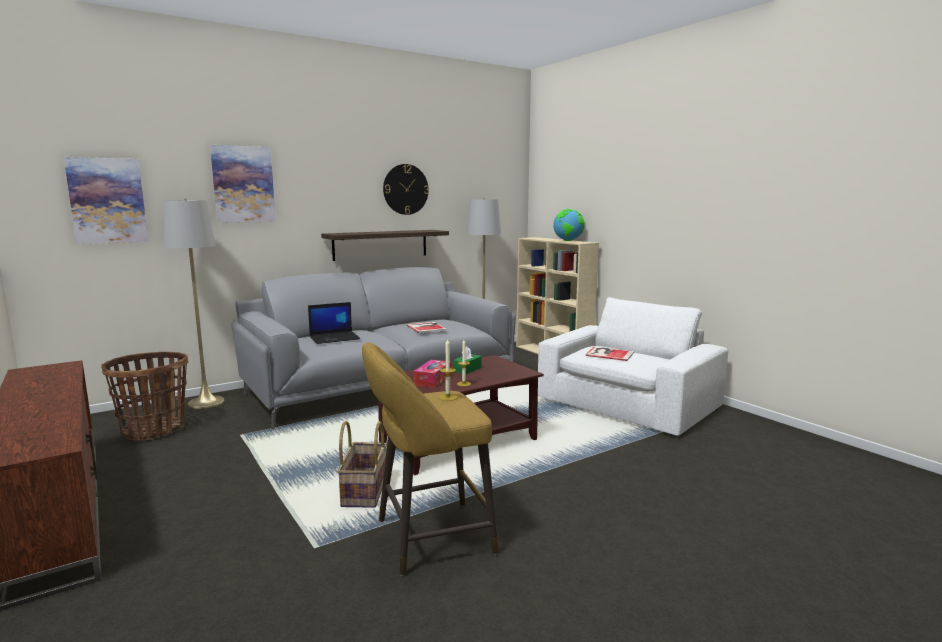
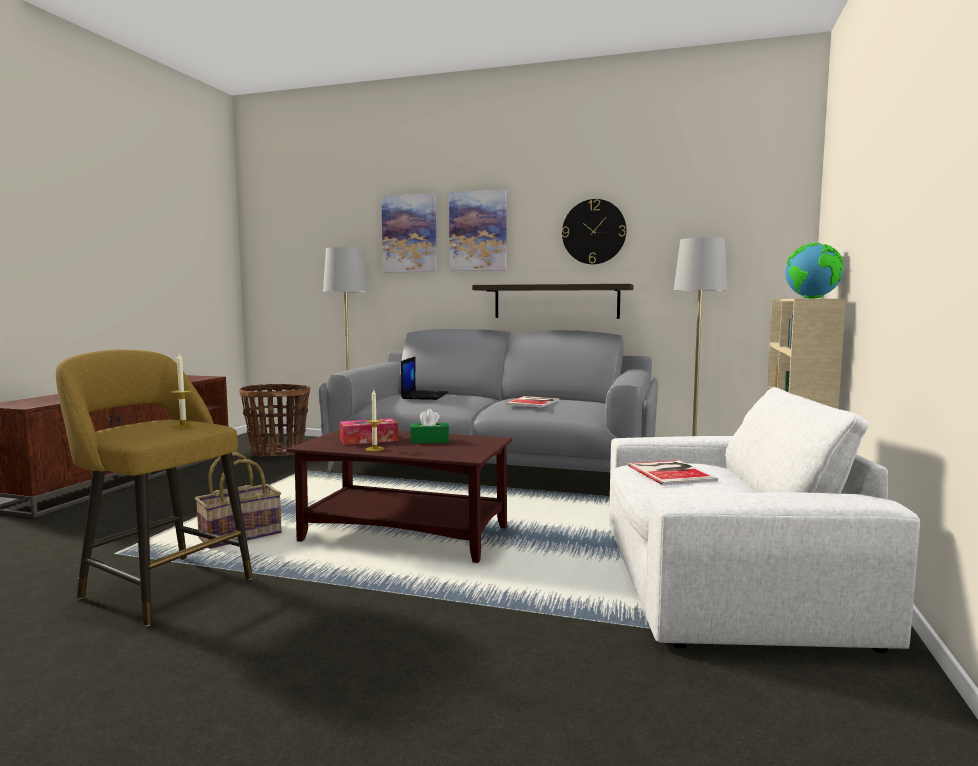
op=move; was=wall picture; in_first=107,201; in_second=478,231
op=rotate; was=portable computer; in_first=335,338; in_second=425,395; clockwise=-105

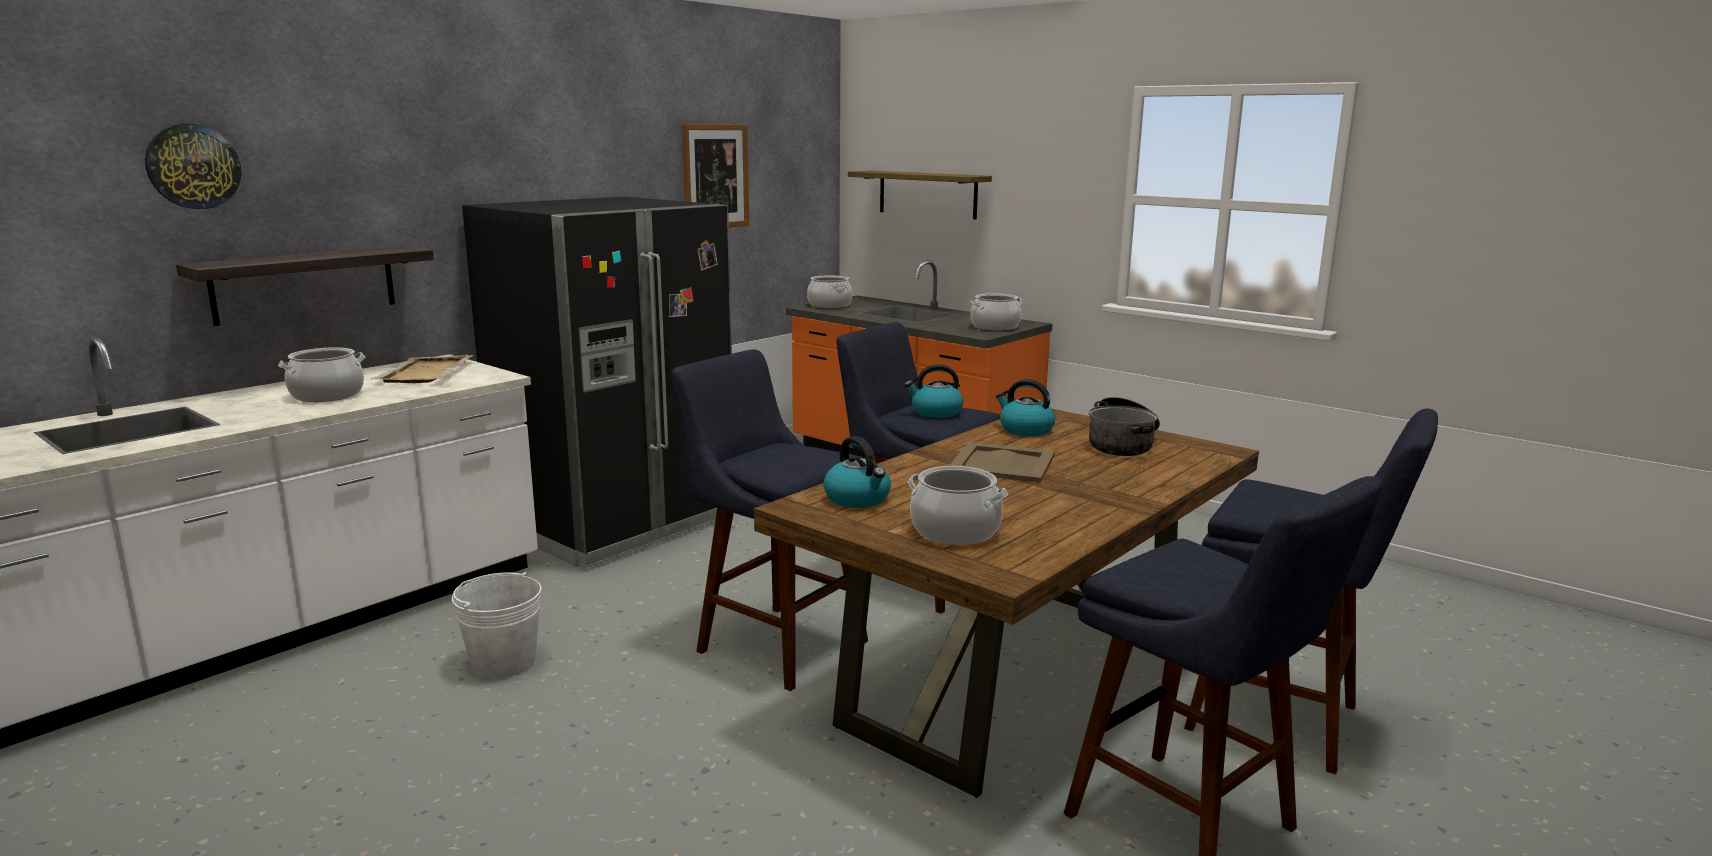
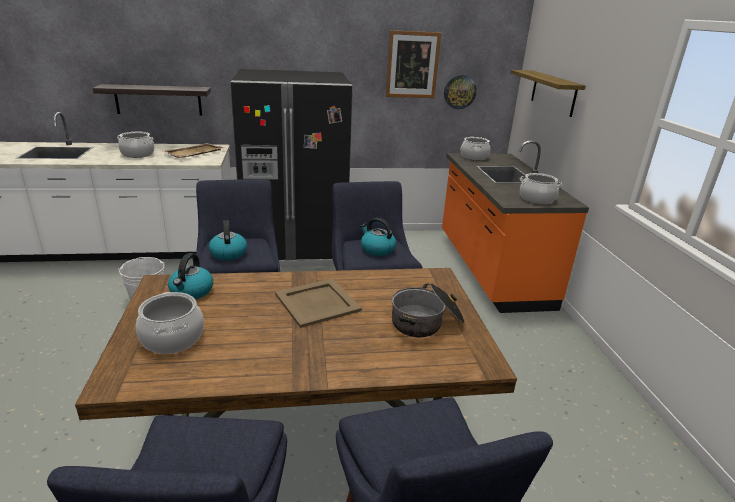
op=move; was=clock on the wall; in_first=193,166; in_second=459,92
op=move; was=tea kettle; in_first=1025,430; in_second=228,253

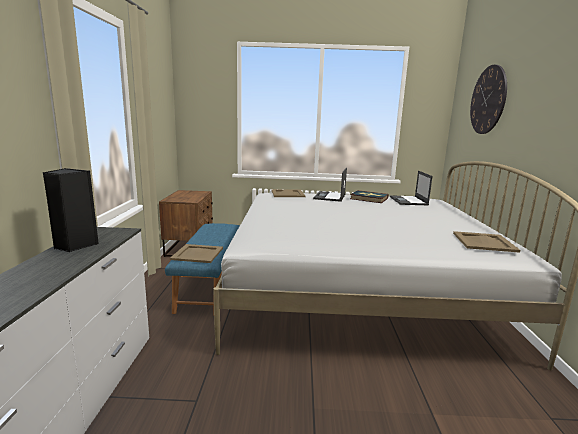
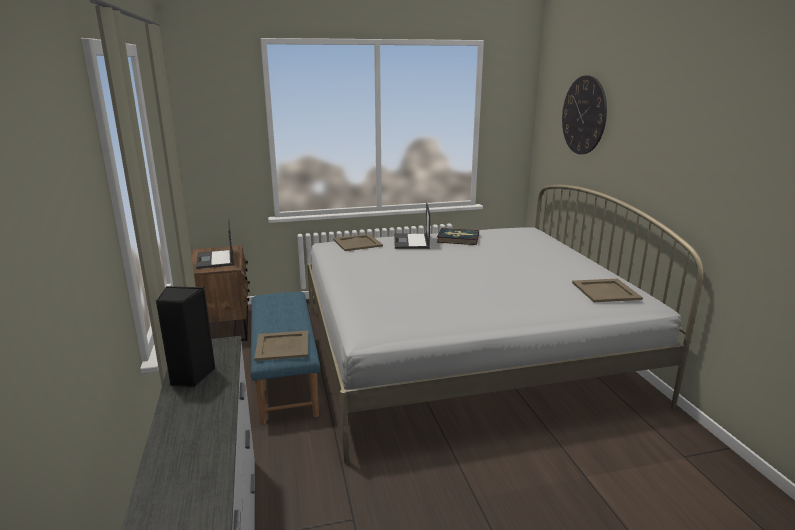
op=move; was=portable computer; in_first=408,201; in_second=215,260

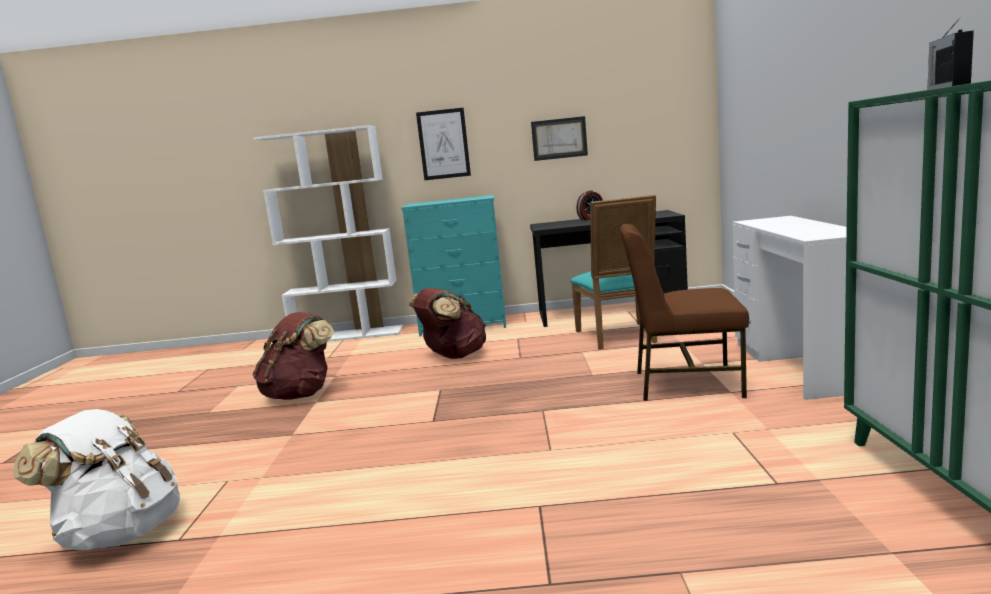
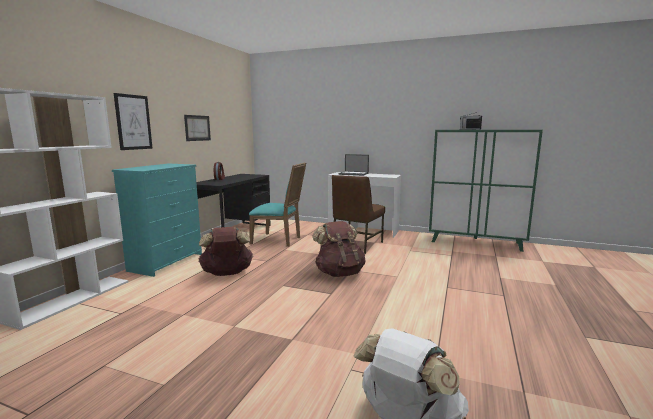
op=insert; now=portable computer; in_second=354,174
op=move; was=brownish rucksack; in_first=300,394; in_second=339,273

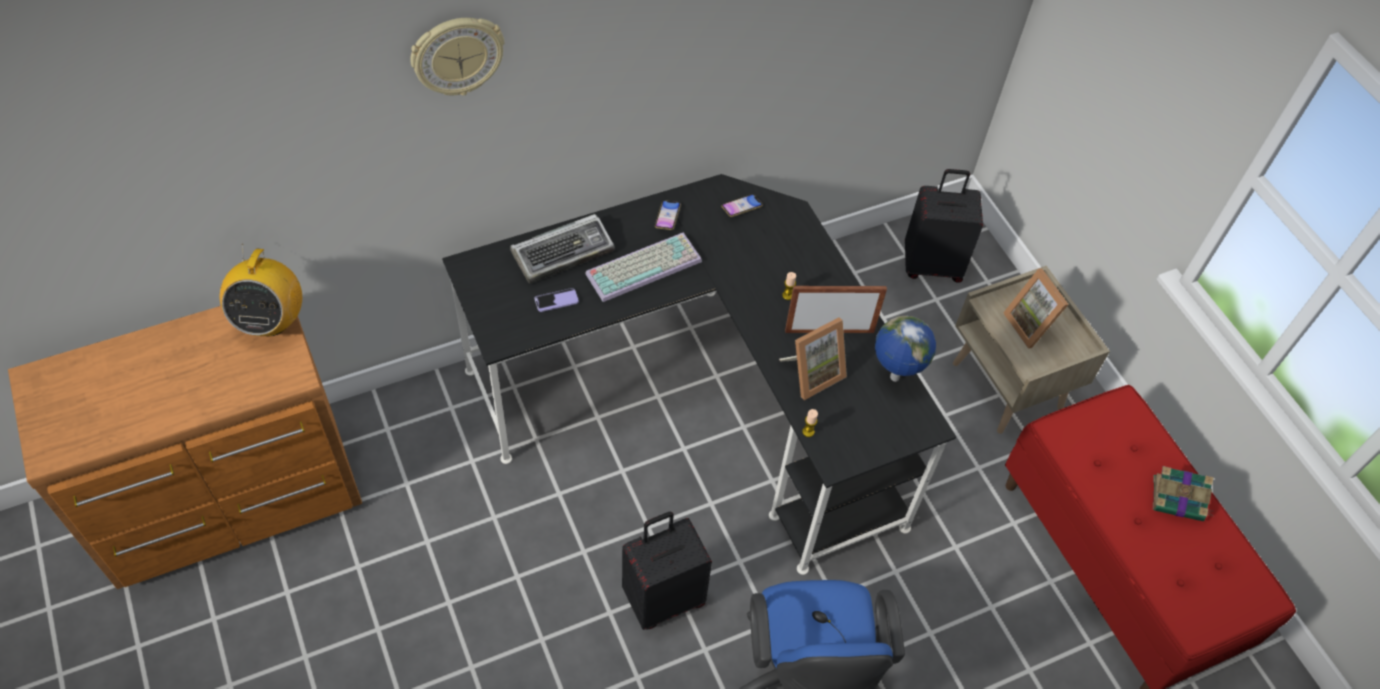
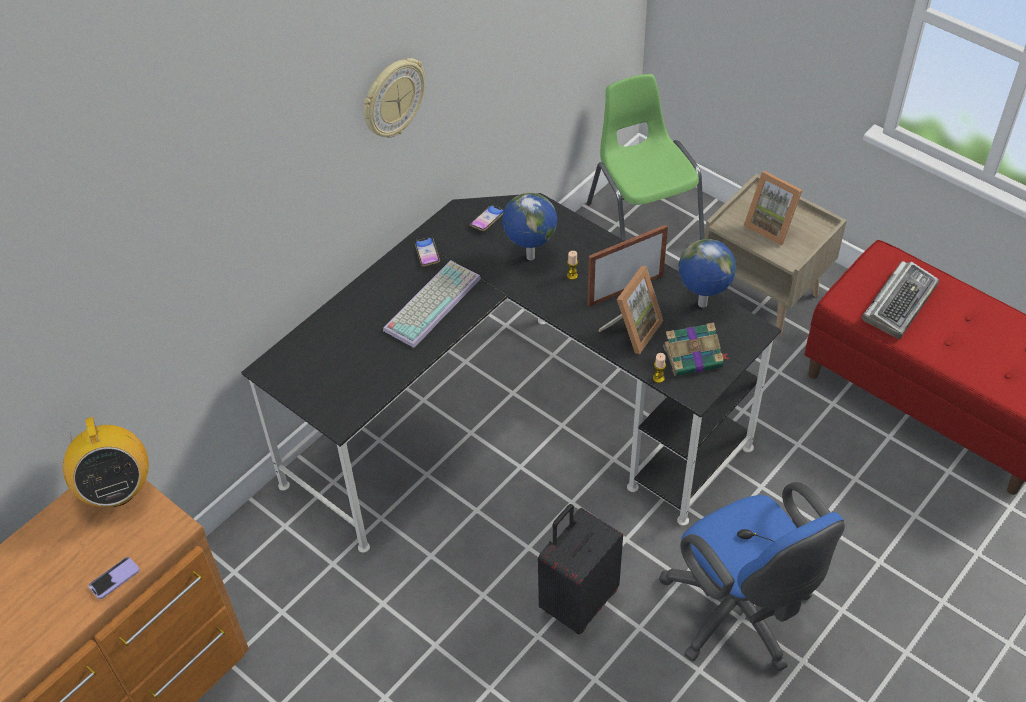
op=insert; now=world globe; in_second=529,257
op=move; was=clock on the wall; in_first=457,55; in_second=392,98
op=move; was=PC keyboard; in_first=564,252; in_second=899,303
op=move; was=telephone; in_first=556,301; in_second=114,579
op=move; was=volume; in_first=1179,499; in_second=694,356
op=replace; was=black-coloured suitcase; now=greenish upright chair; in_first=932,264; in_second=643,223

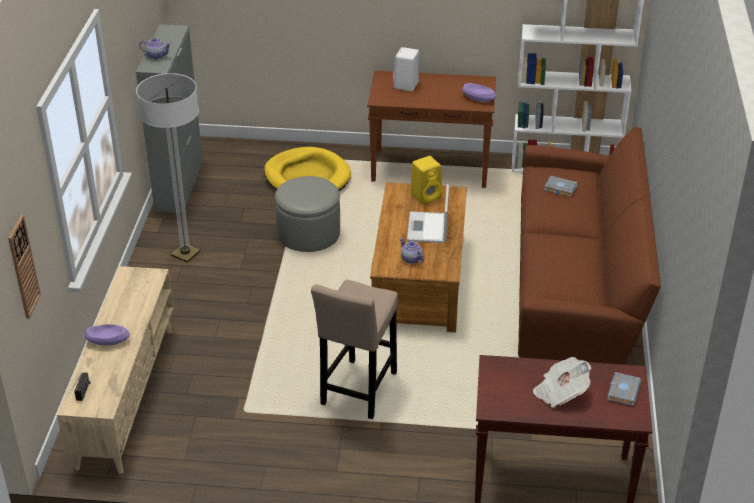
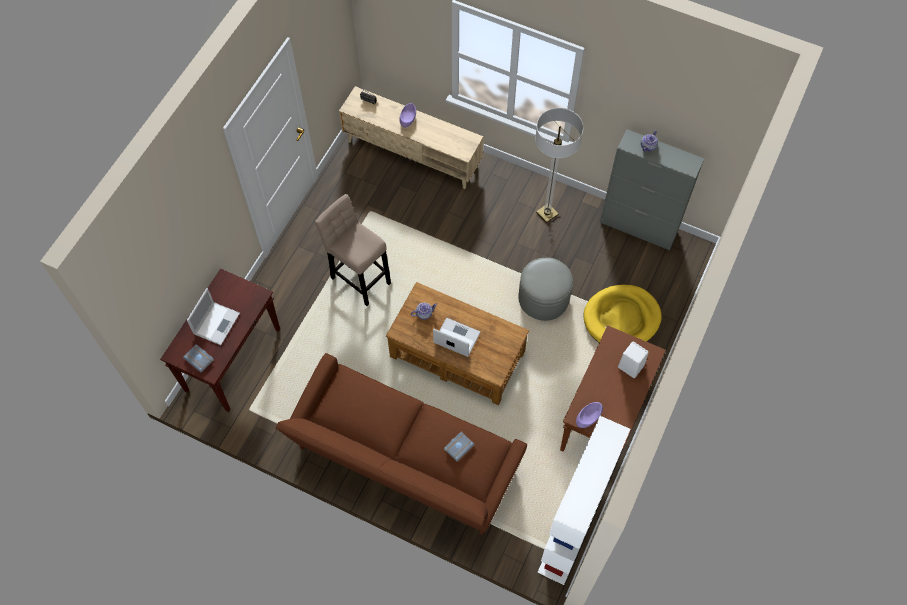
op=delete; was=clock on the wall; in_first=23,267
op=delete; was=yellowish speaker; in_first=426,196
op=replace; was=daily paper; now=portable computer; in_first=560,392; in_second=217,322

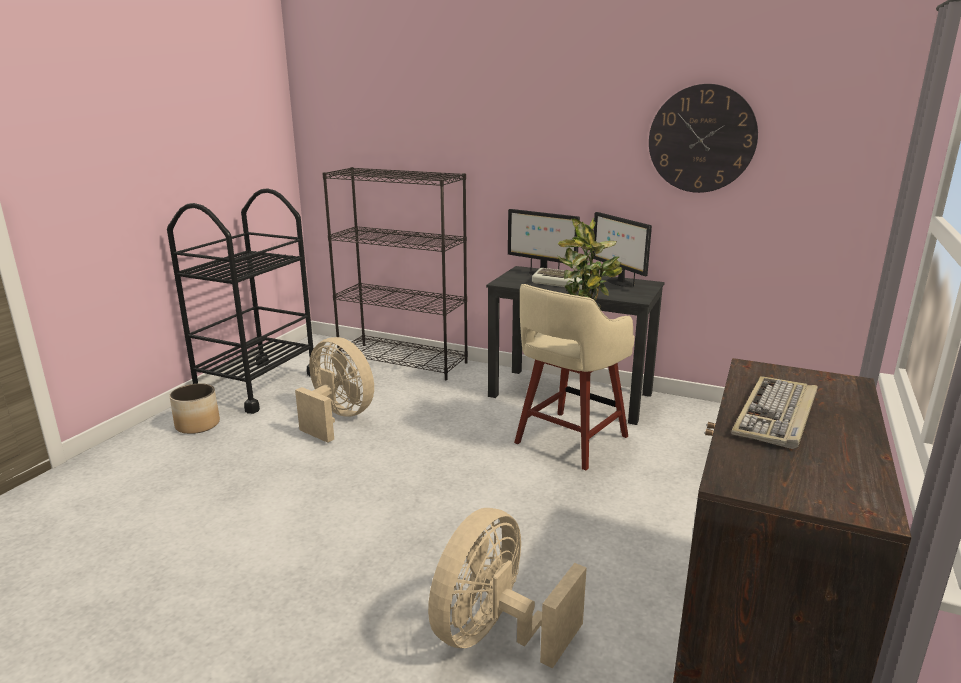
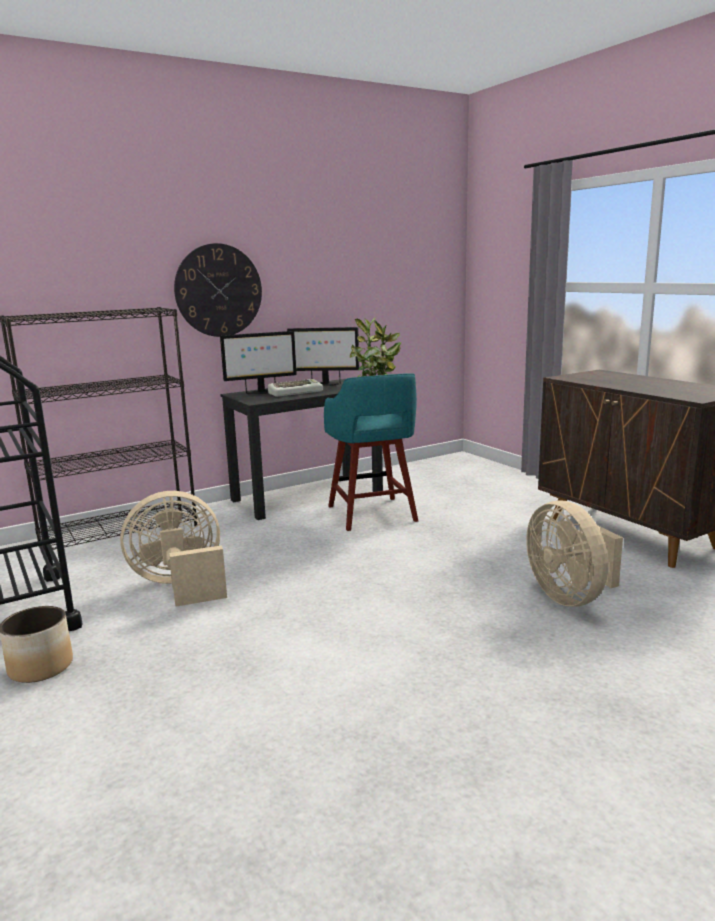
op=delete; was=PC keyboard; in_first=777,415
op=move; was=clock on the wall; in_first=701,139; in_second=218,290
op=recolor; was=beige stool; now=blue-green stool; in_first=569,441; in_second=372,515

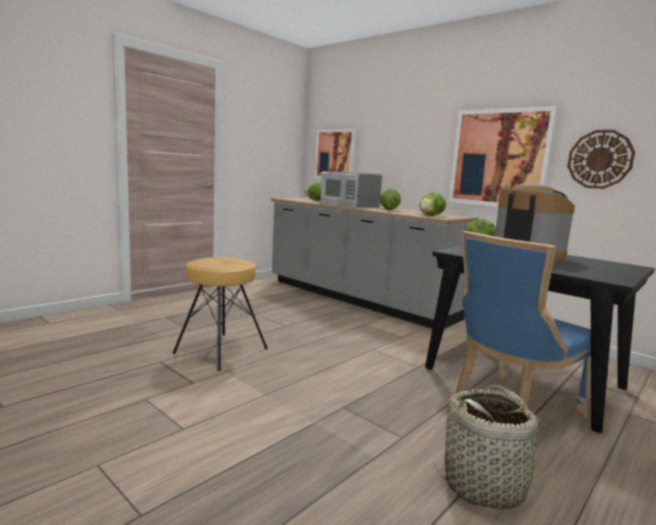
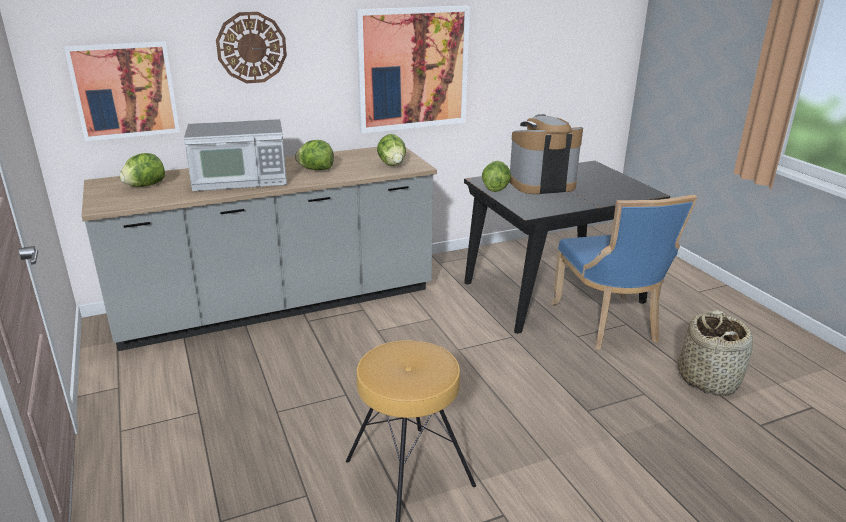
op=move; was=clock on the wall; in_first=600,159; in_second=251,47

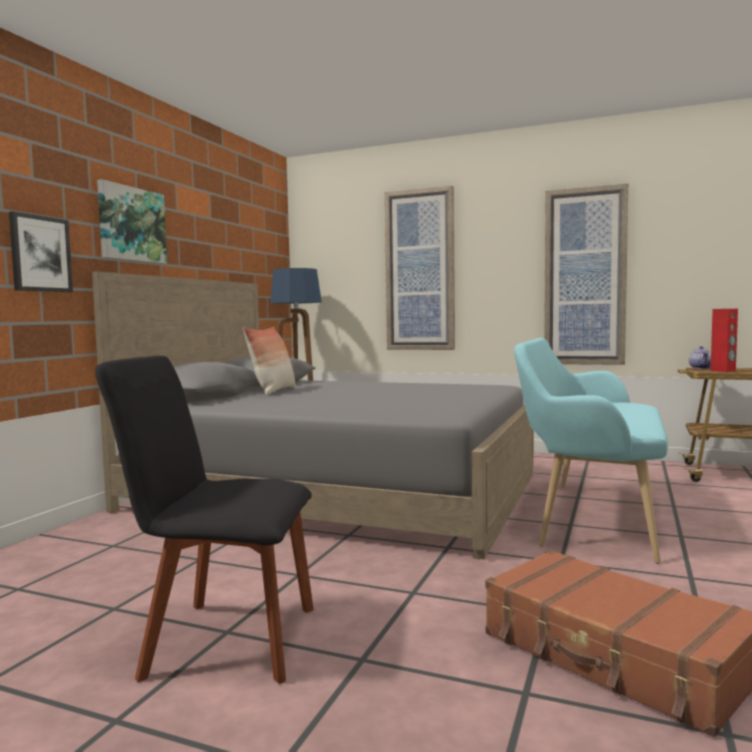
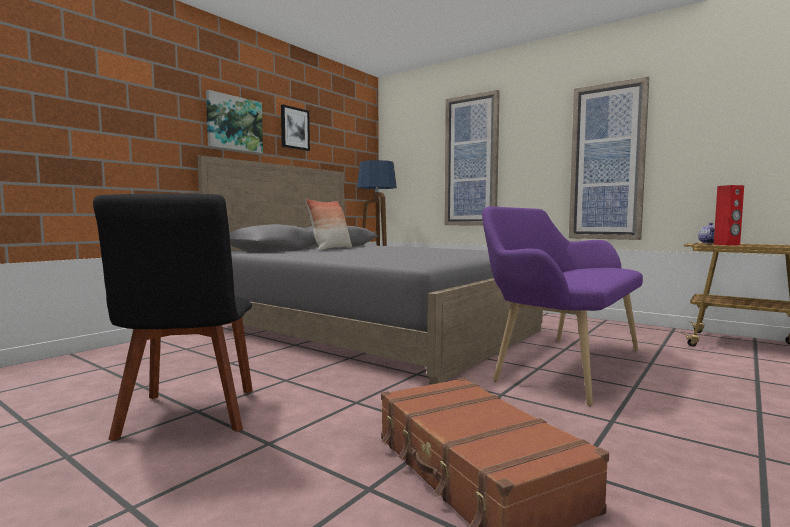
op=move; was=wall picture; in_first=40,254; in_second=294,128
op=recolor; was=blue-green long seat; now=purplish long seat; in_first=590,516; in_second=562,364
op=rotate; was=black-coloured upright chair; in_first=223,640; in_second=188,416; clockwise=-120

